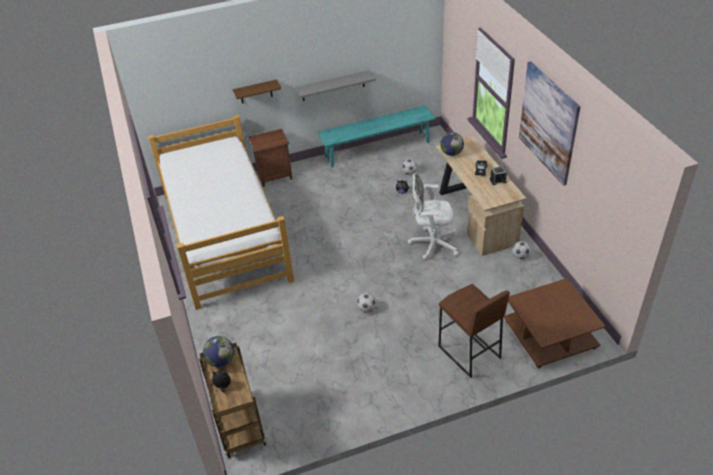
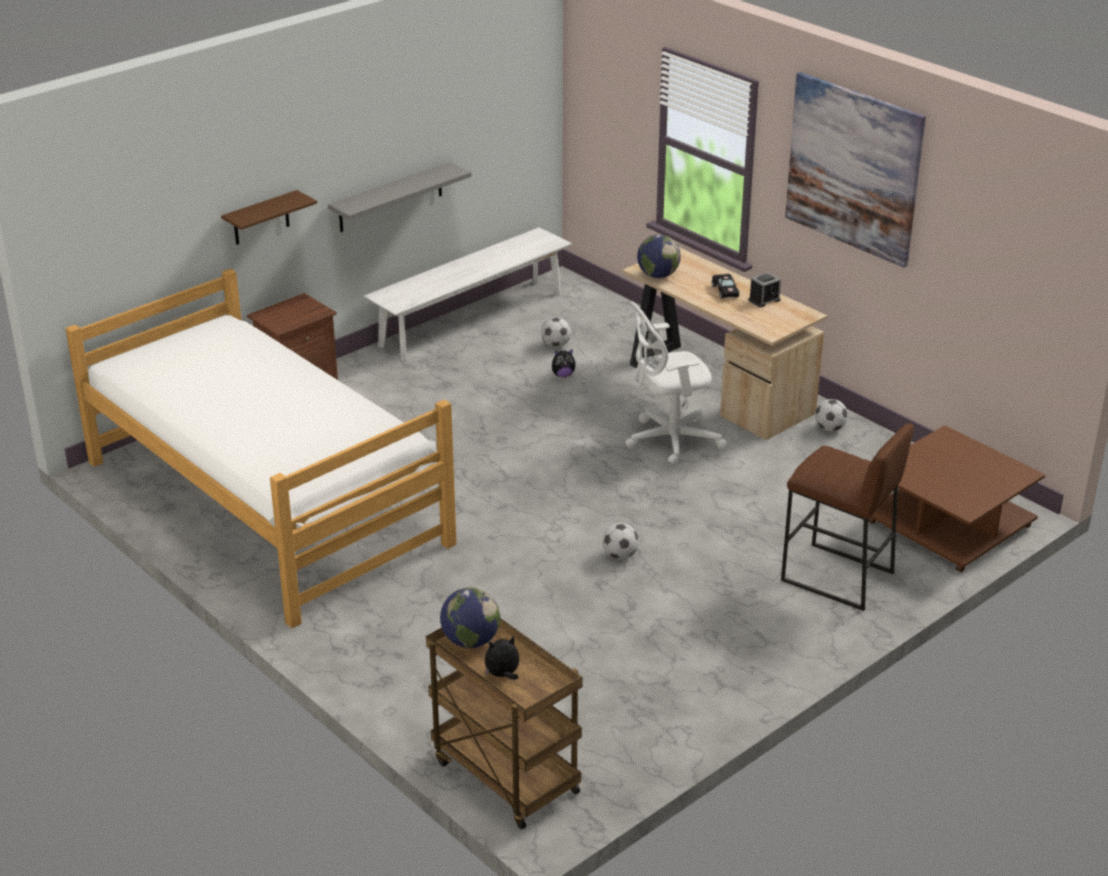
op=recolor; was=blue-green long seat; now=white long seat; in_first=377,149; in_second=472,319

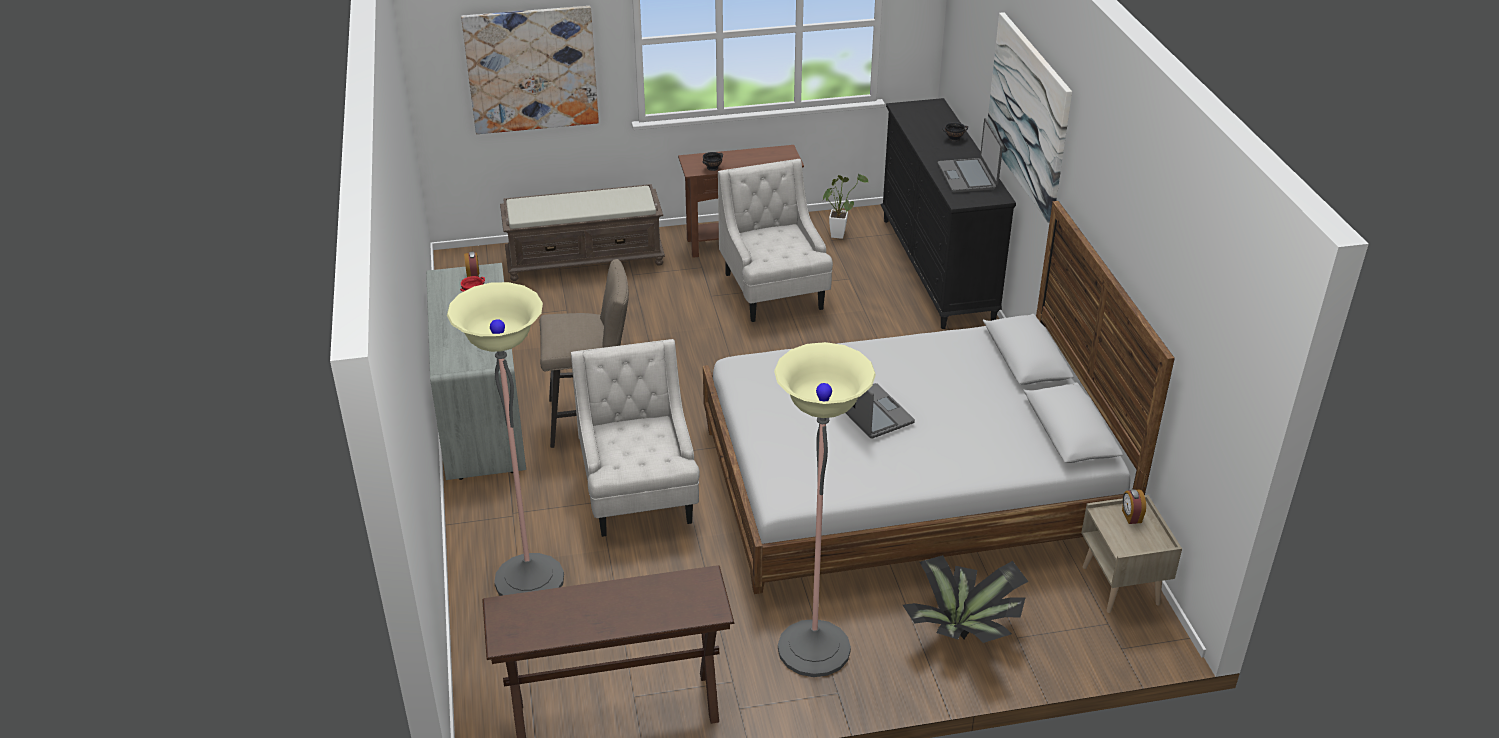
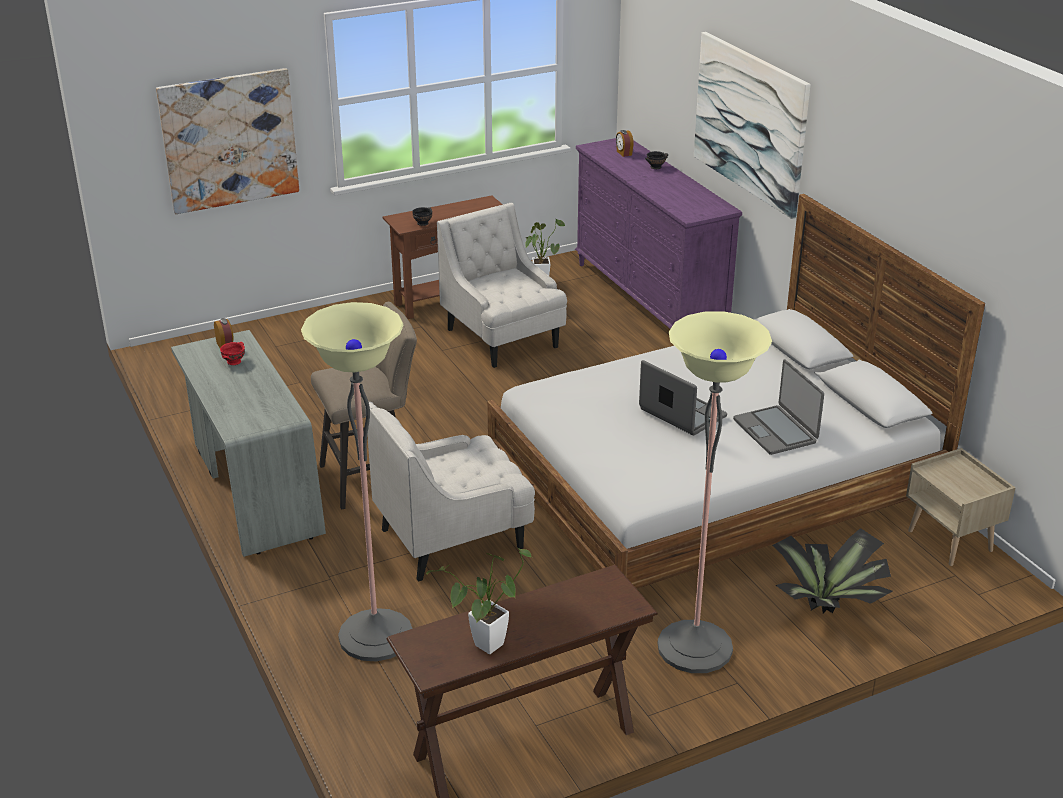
op=delete; was=brownish long seat; in_first=586,259
op=insert; now=potted plant; in_second=484,648
op=move; was=portable computer; in_first=968,176; in_second=775,431
op=move; was=alarm clock; in_first=1131,516; in_second=623,153
op=recolor; was=black-coloured chest of drawers; now=purplish chest of drawers; in_first=936,269; in_second=649,299
op=rotate; was=white armchair; in_first=639,495; in_second=453,538; clockwise=-90

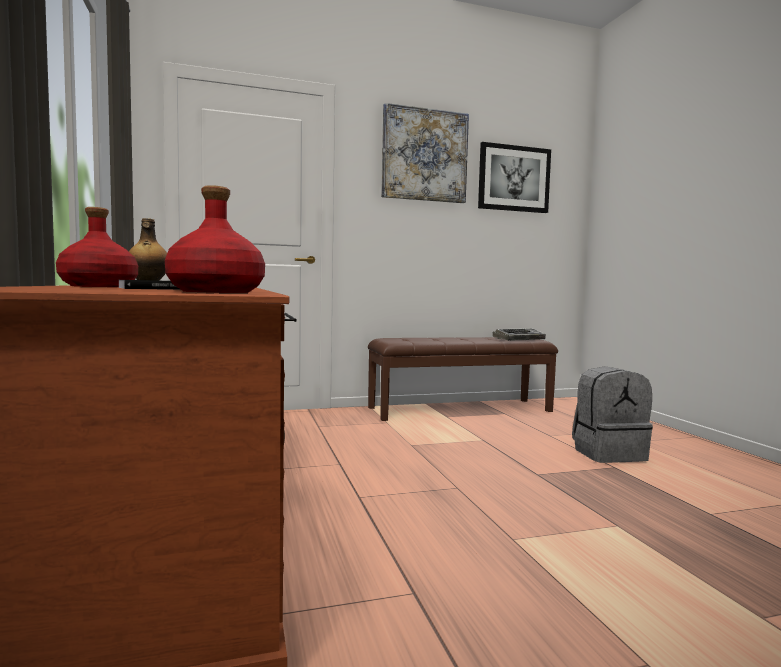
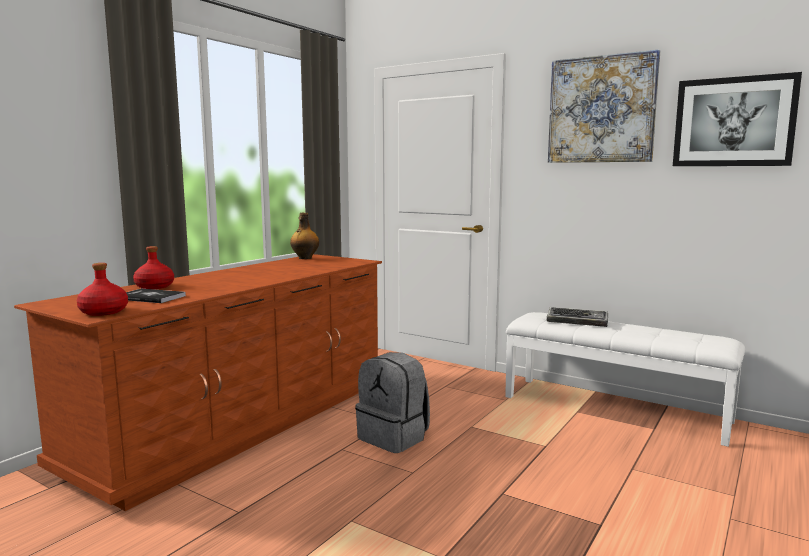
op=move; was=PC keyboard; in_first=519,339; in_second=578,321
op=move; was=greyish rucksack; in_first=608,453; in_second=394,437
op=recolor; was=brownish long seat; now=white long seat; in_first=460,409; in_second=615,408

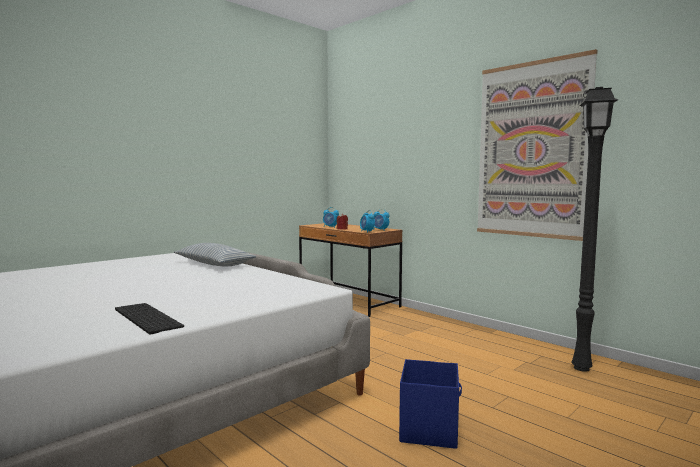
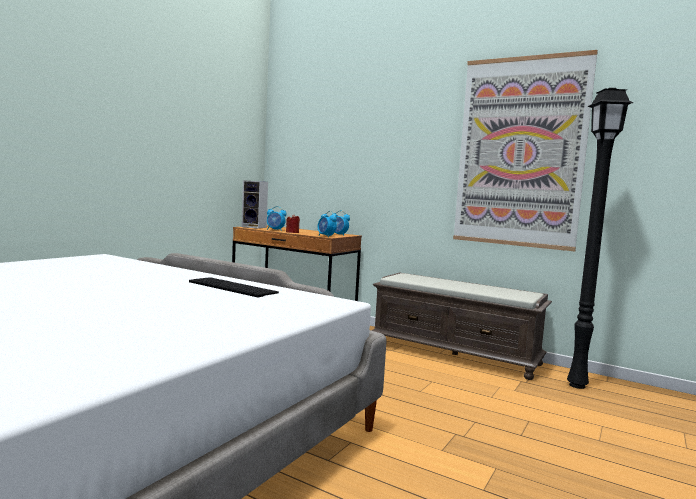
op=delete; was=cushion; in_first=214,264
op=delete; was=bluish storage box; in_first=429,429
op=insert; now=speaker; in_second=255,227
op=insert; now=brownish long seat; in_second=455,353
op=move; was=PC keyboard; in_first=145,318; in_second=230,287

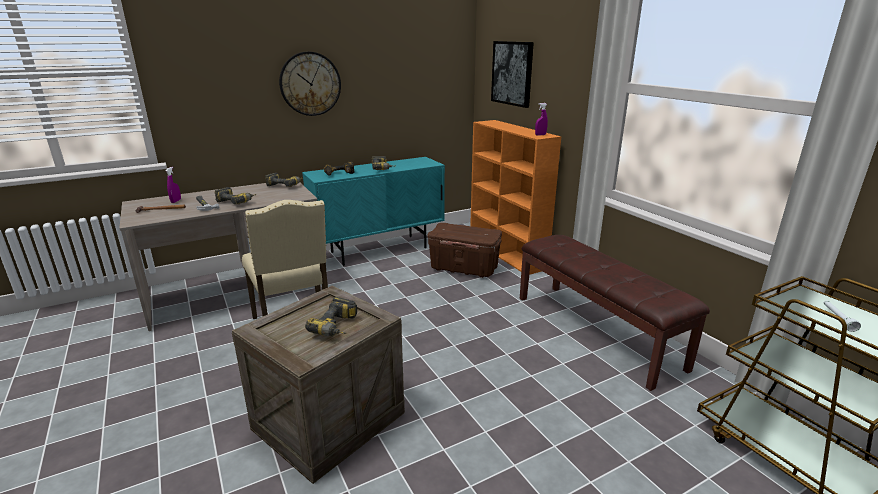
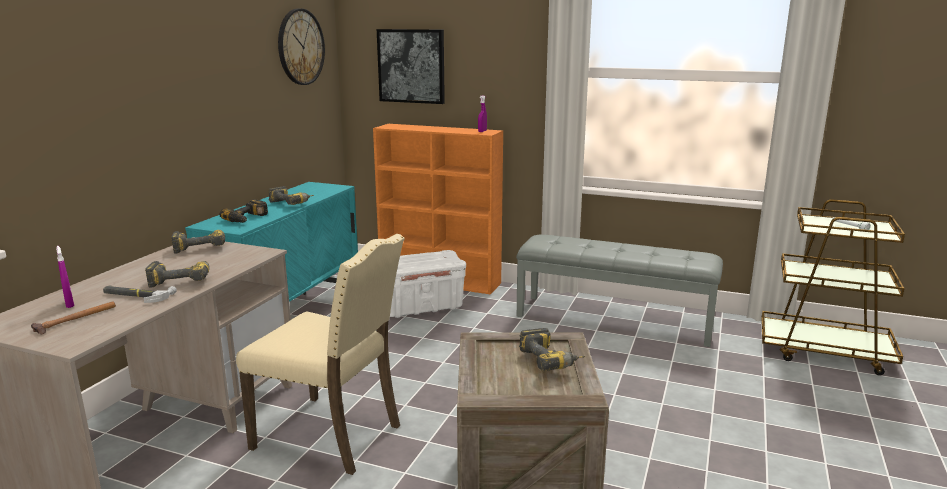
op=move; was=clock on the wall; in_first=310,84; in_second=300,47
op=recolor; was=brownish storage box; now=white storage box; in_first=464,268; in_second=421,307
op=recolor; was=brownish long seat; now=greyish long seat; in_first=596,330; in_second=614,319

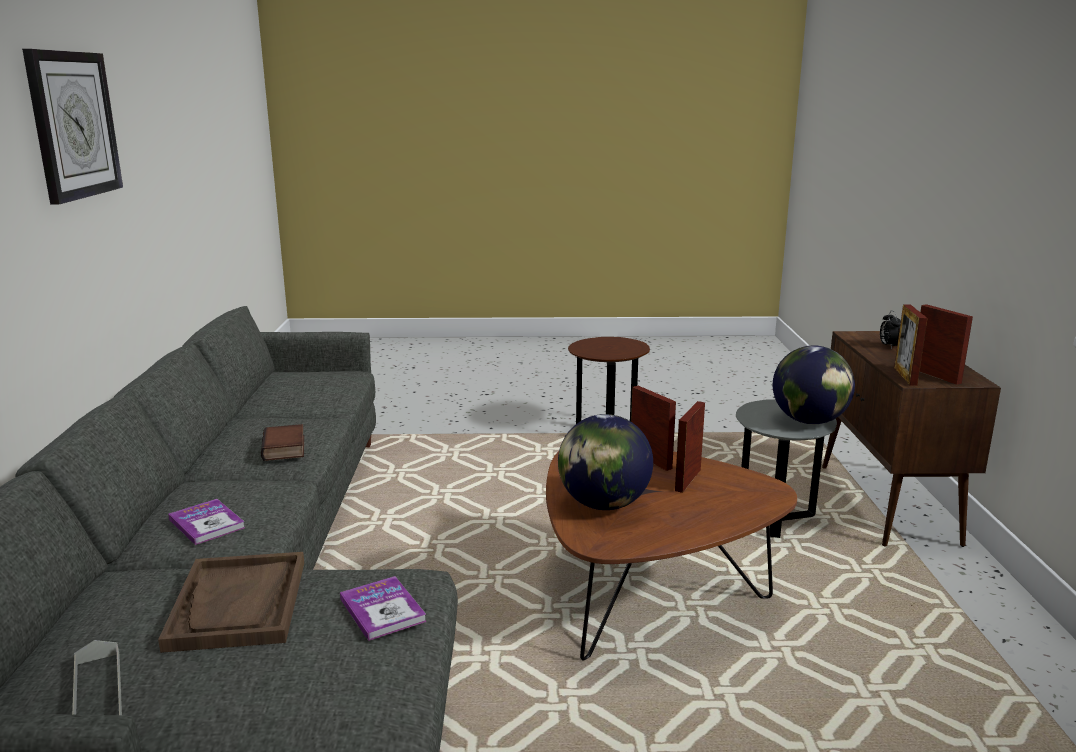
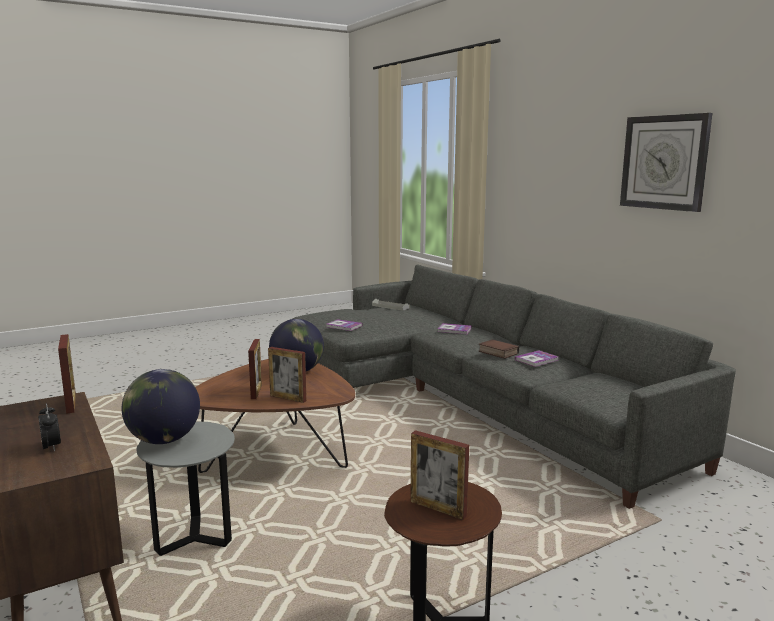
op=delete; was=brownish tray; in_first=238,604
op=insert; now=volume; in_second=536,360
op=move; was=picture frame; in_first=936,376; in_second=438,508

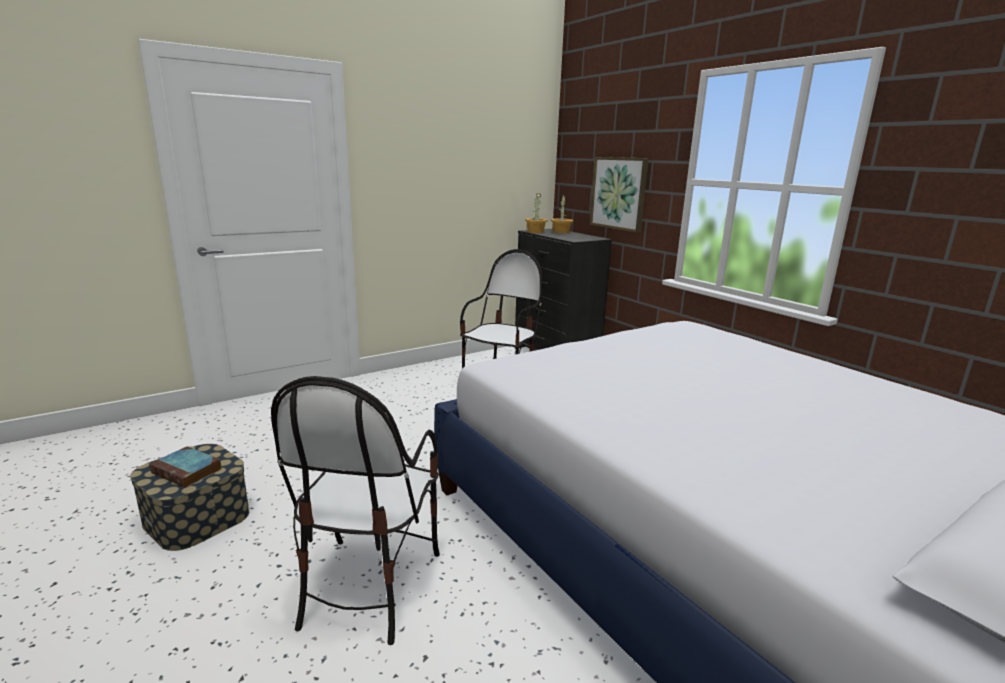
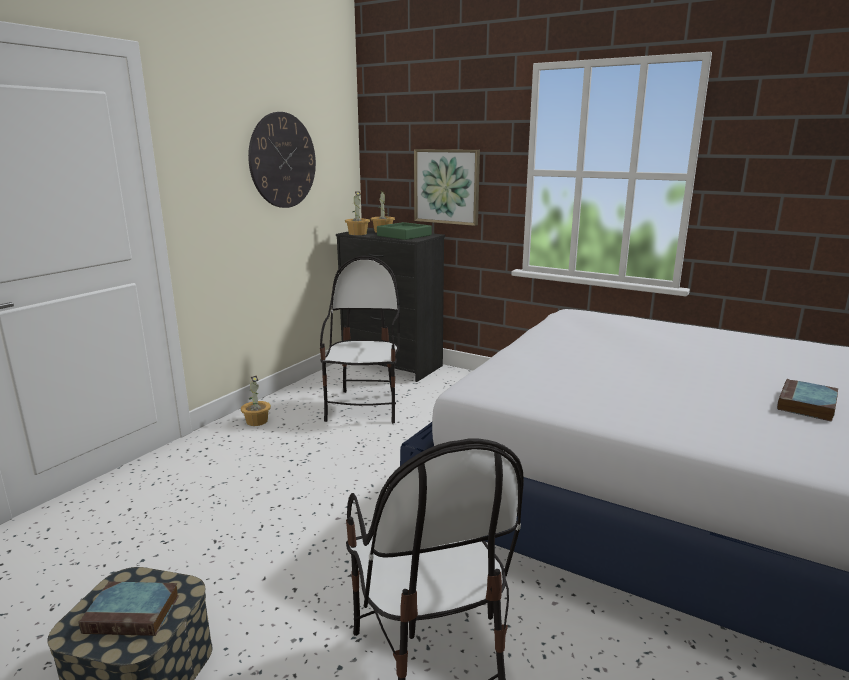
op=insert; now=potted plant; in_second=257,421
op=insert; now=clock on the wall; in_second=283,160
op=insert; now=greenish tray; in_second=404,235
op=insert; now=volume; in_second=807,405

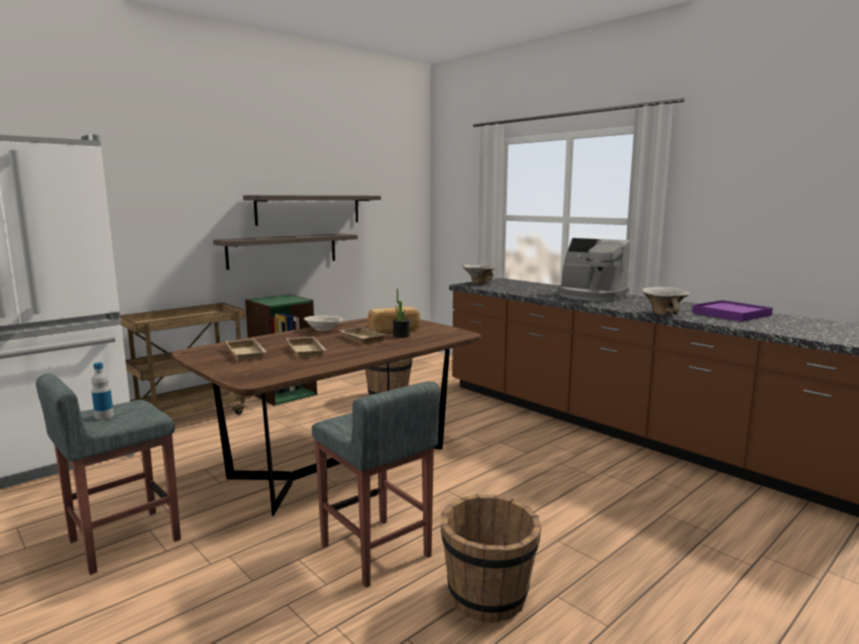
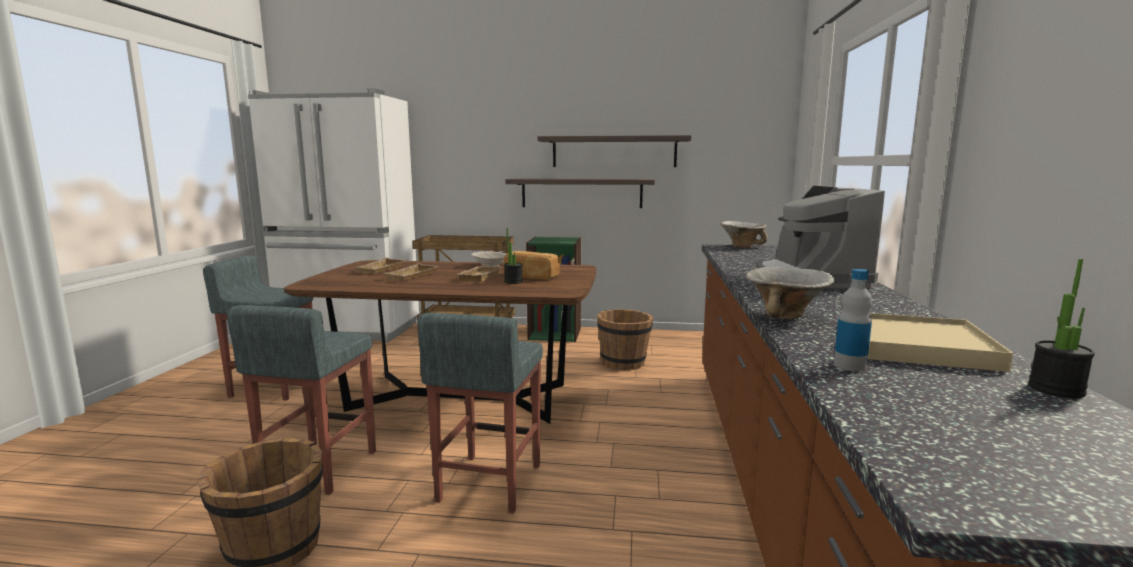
op=insert; now=greyish stool; in_second=489,484
op=insert; now=potted plant; in_second=1056,389
op=move; was=bottle; in_first=104,416; in_second=849,366
op=recolor; was=purplish tray; now=beige tray; in_first=731,314; in_second=919,347

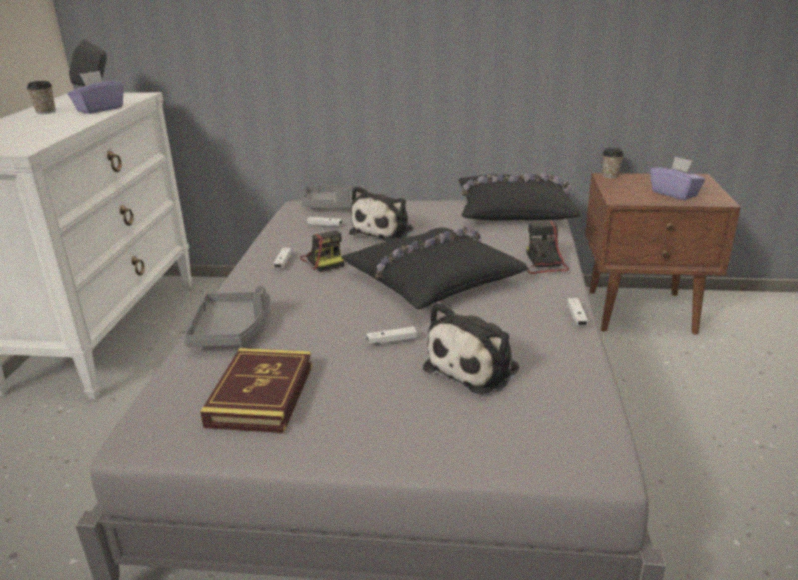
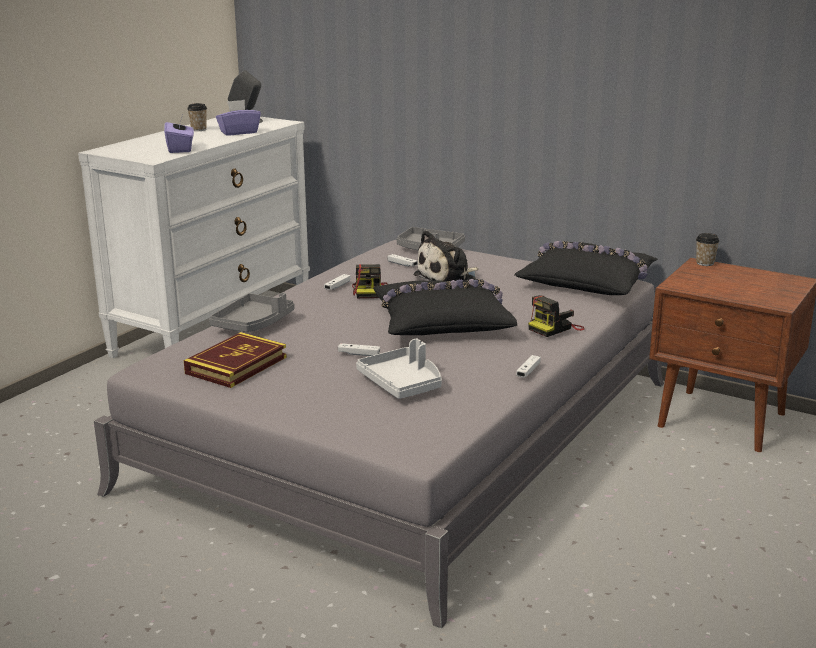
op=move; was=purplish tissue box; in_first=674,194; in_second=180,149
op=replace; was=cuddly toy; now=greyish tray; in_first=476,367; in_second=403,384
op=rotate; was=photo camera; in_first=544,263; in_second=555,328; clockwise=-150

